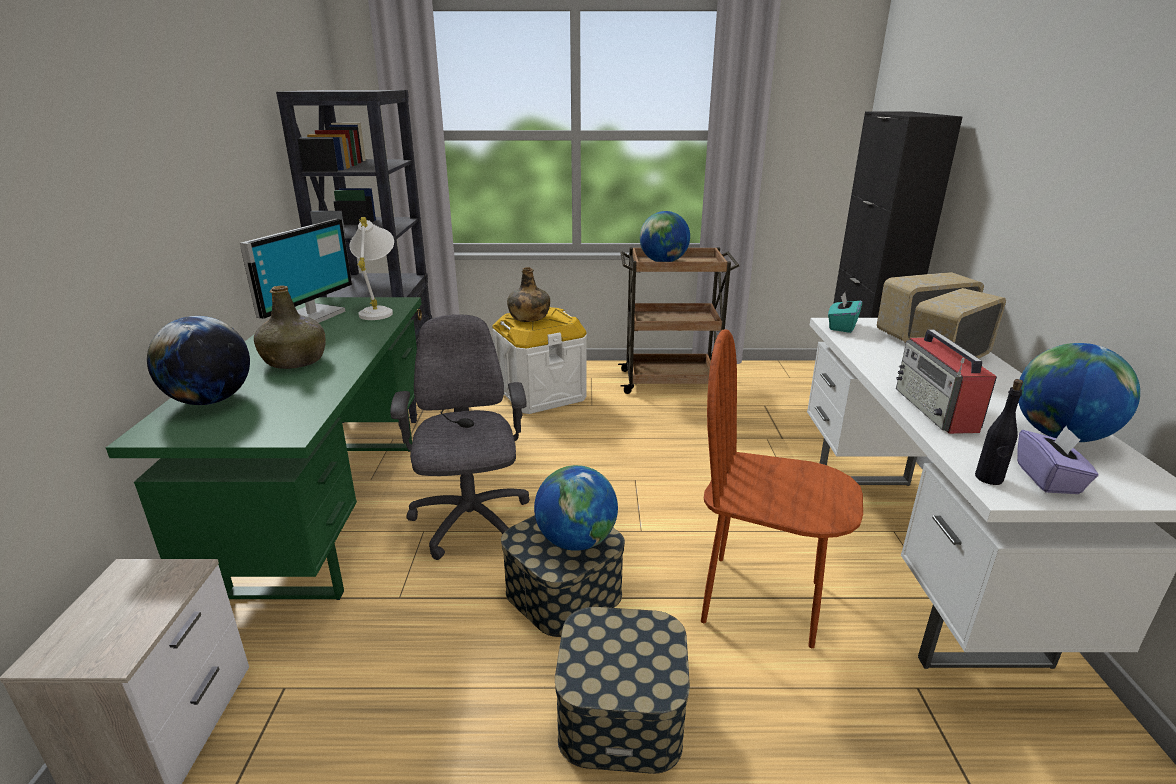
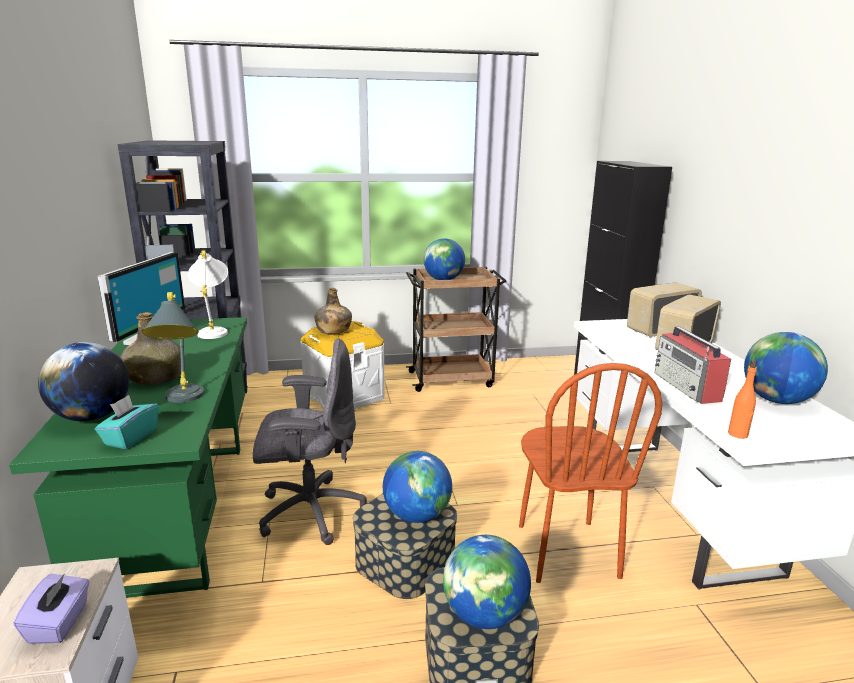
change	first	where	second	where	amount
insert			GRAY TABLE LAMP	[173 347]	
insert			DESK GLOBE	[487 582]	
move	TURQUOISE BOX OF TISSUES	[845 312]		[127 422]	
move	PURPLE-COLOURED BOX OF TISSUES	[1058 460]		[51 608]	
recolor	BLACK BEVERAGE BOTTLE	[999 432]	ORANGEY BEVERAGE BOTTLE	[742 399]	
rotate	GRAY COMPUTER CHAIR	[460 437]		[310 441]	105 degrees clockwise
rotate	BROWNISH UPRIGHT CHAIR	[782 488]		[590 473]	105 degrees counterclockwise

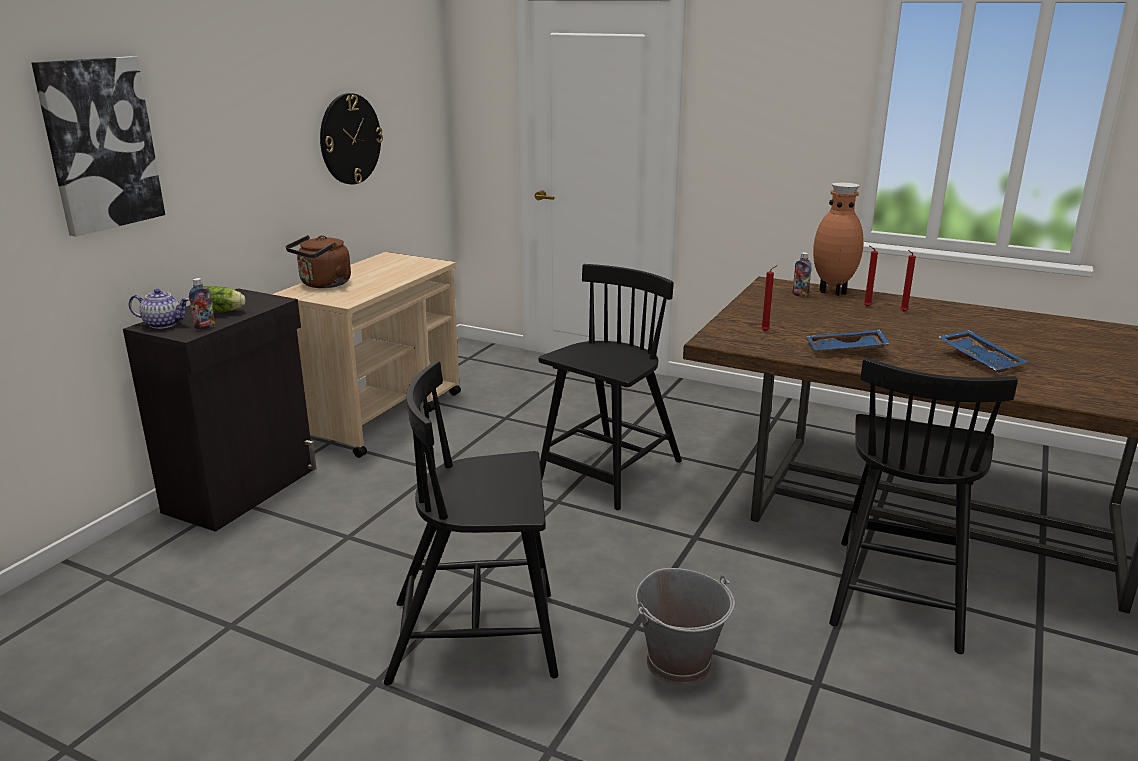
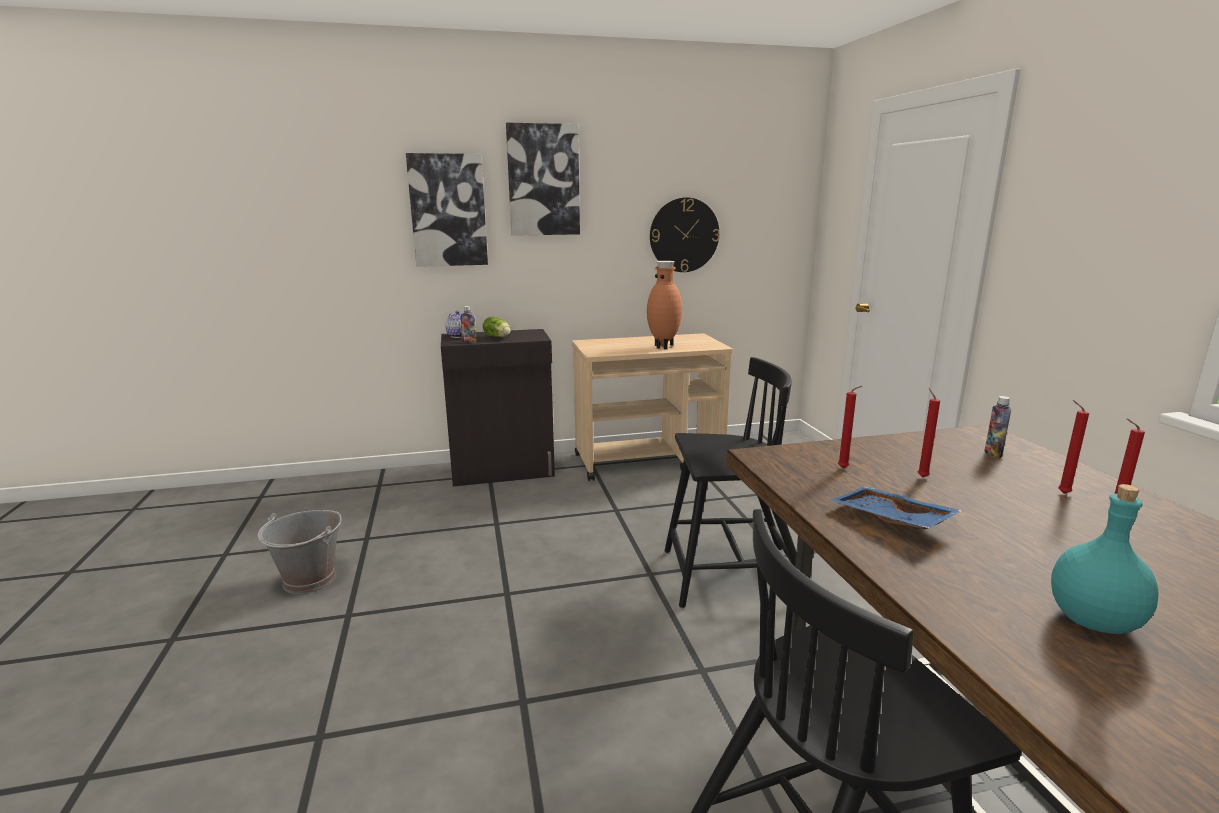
change	first	where	second	where	amount
delete	BROWNISH KETTLE	[318 261]			
delete	BLACK UPRIGHT CHAIR	[471 523]			
insert			WALL PICTURE	[543 179]	
insert			RED-COLOURED CANDLE	[928 432]	
move	GRAY WATER BUCKET	[685 626]		[299 552]	
move	BROWNISH VASE	[838 239]		[664 305]	
replace	BLUE TRAY	[983 351]	TURQUOISE BEVERAGE BOTTLE	[1105 559]	

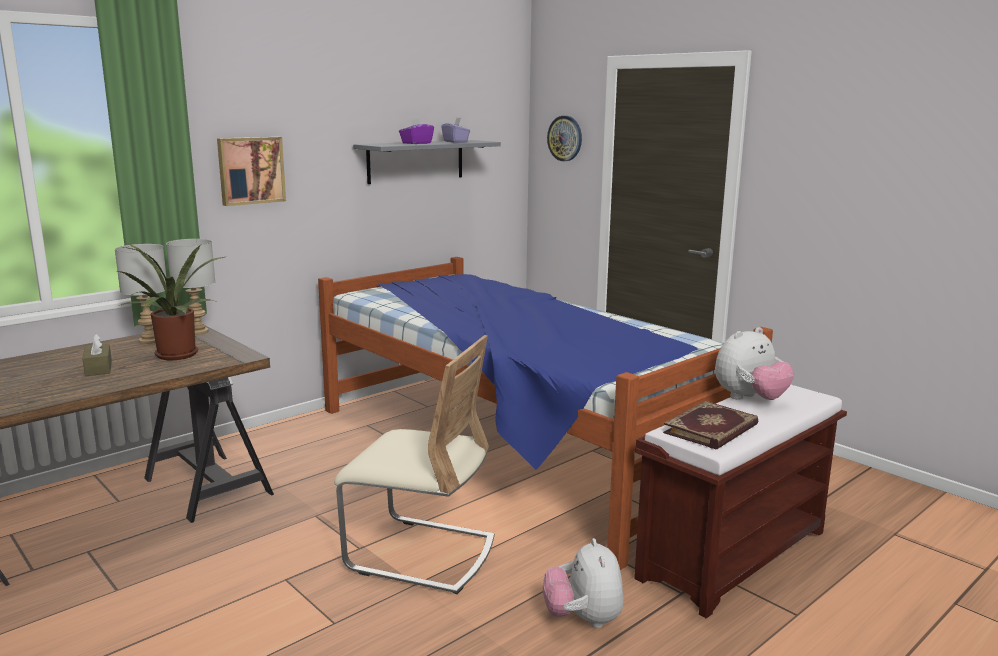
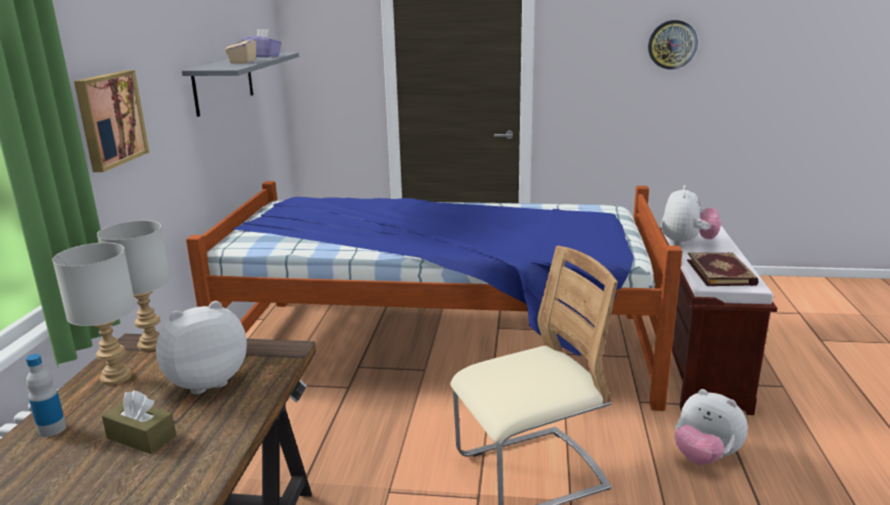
change	first	where	second	where	amount
insert			BEVERAGE BOTTLE	[46 395]	
move	WALL CLOCK	[564 138]		[673 44]	
replace	POTTED PLANT	[172 301]	SOFT TOY	[201 347]	
recolor	PURPLE-COLOURED BOX OF TISSUES	[416 131]	BEIGE BOX OF TISSUES	[240 48]	

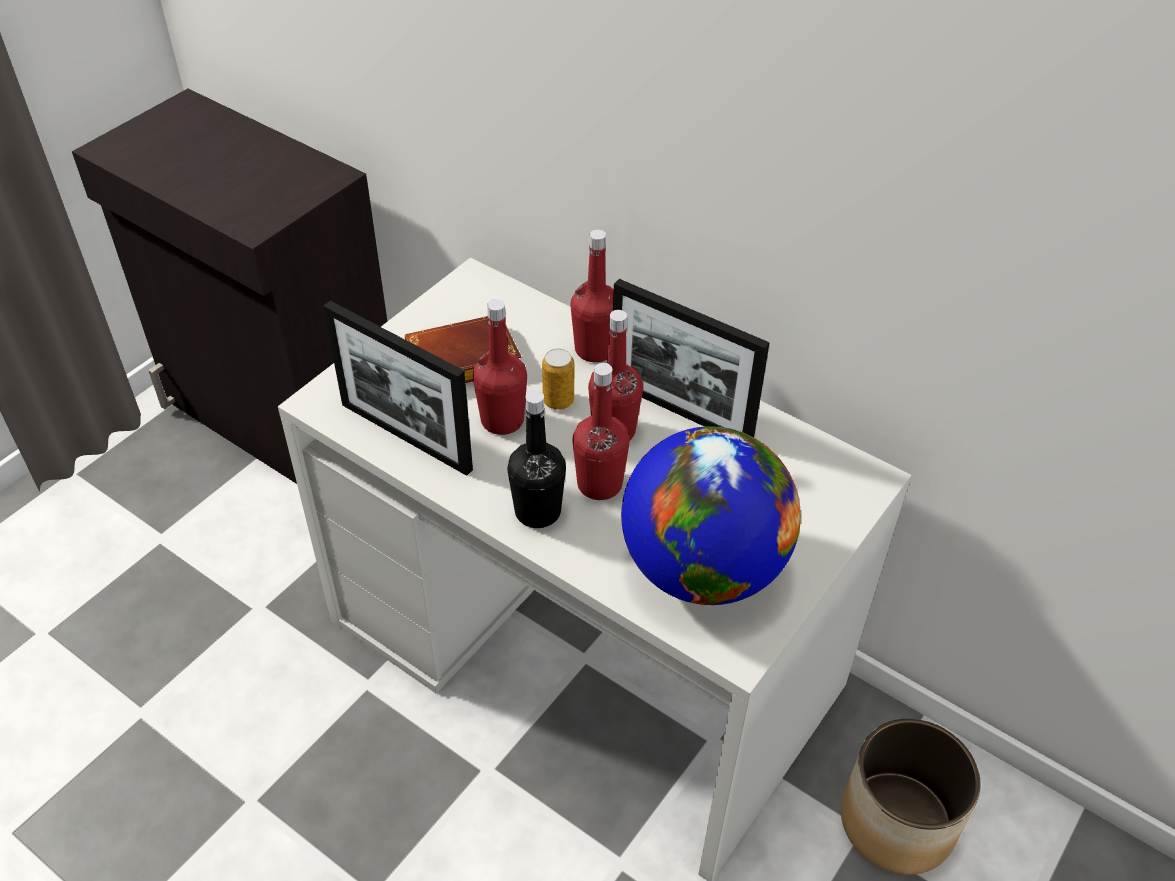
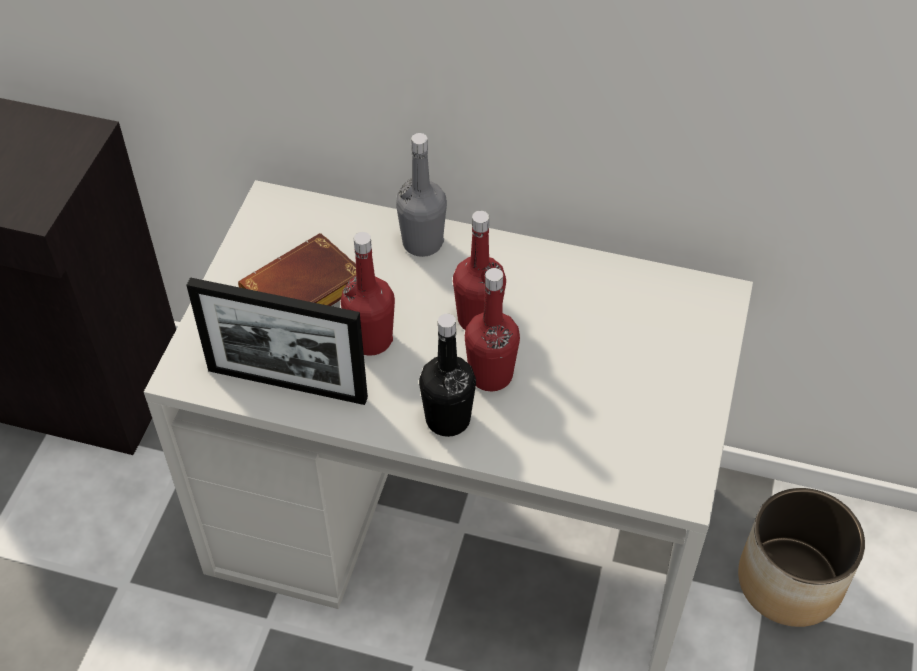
change	first	where	second	where	amount
delete	SEALED CAN	[558 379]			
delete	STANDING FRAME	[691 358]			
delete	DESK GLOBE	[711 515]			
recolor	RED-COLOURED BEVERAGE BOTTLE	[592 296]	GRAY BEVERAGE BOTTLE	[421 195]	

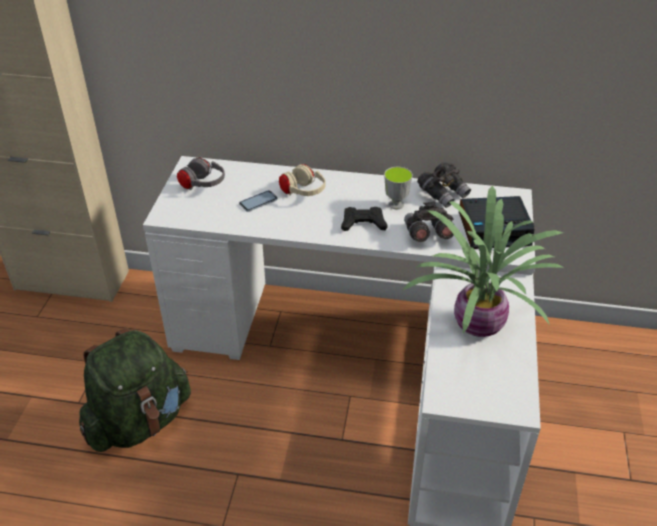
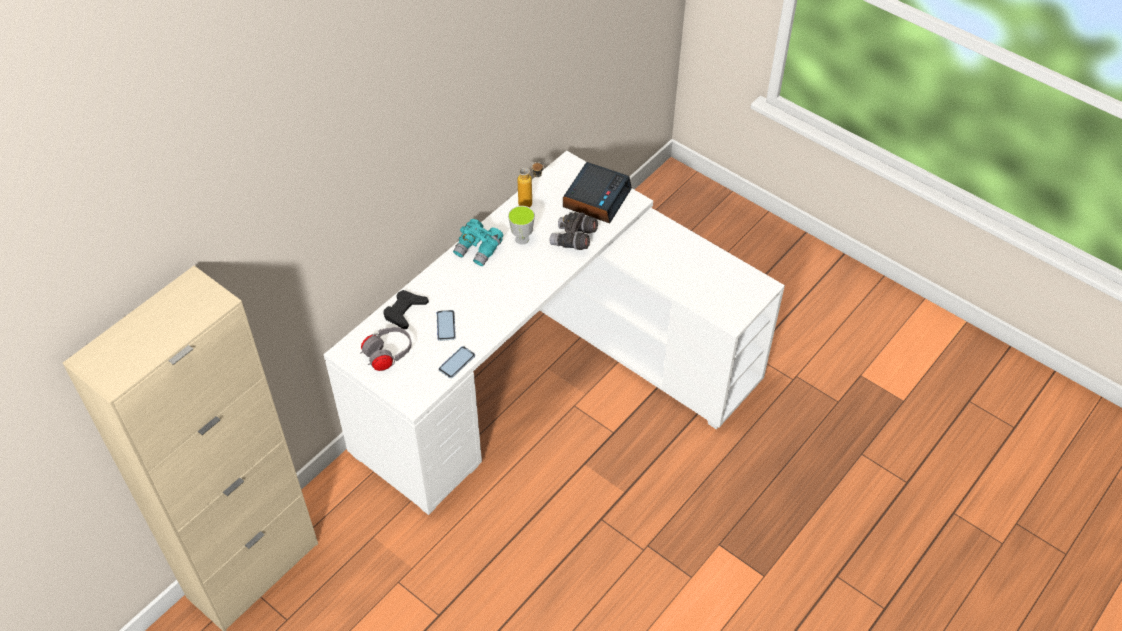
change	first	where	second	where	amount
delete	GREEN-COLOURED BACKPACK	[135 390]			
delete	BEIGE PAIR OF HEADPHONES	[302 180]			
delete	POTTED PLANT	[483 261]			
insert			TELEPHONE	[457 362]	
insert			TURQUOISE FIELD GLASSES	[478 242]	
move	BLACK GAMEPAD	[364 219]		[406 309]	
replace	GRAY FIELD GLASSES	[444 185]	BEVERAGE BOTTLE	[531 184]	

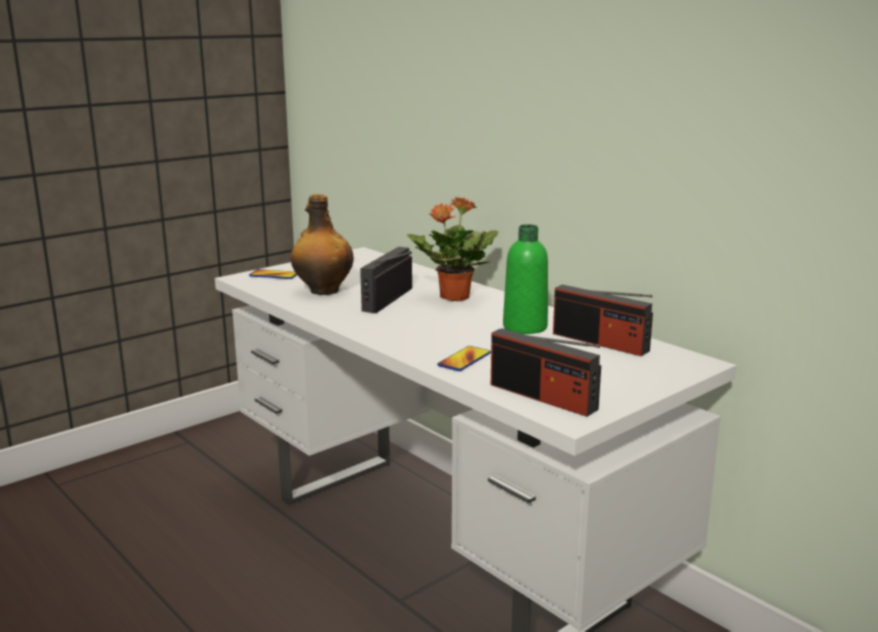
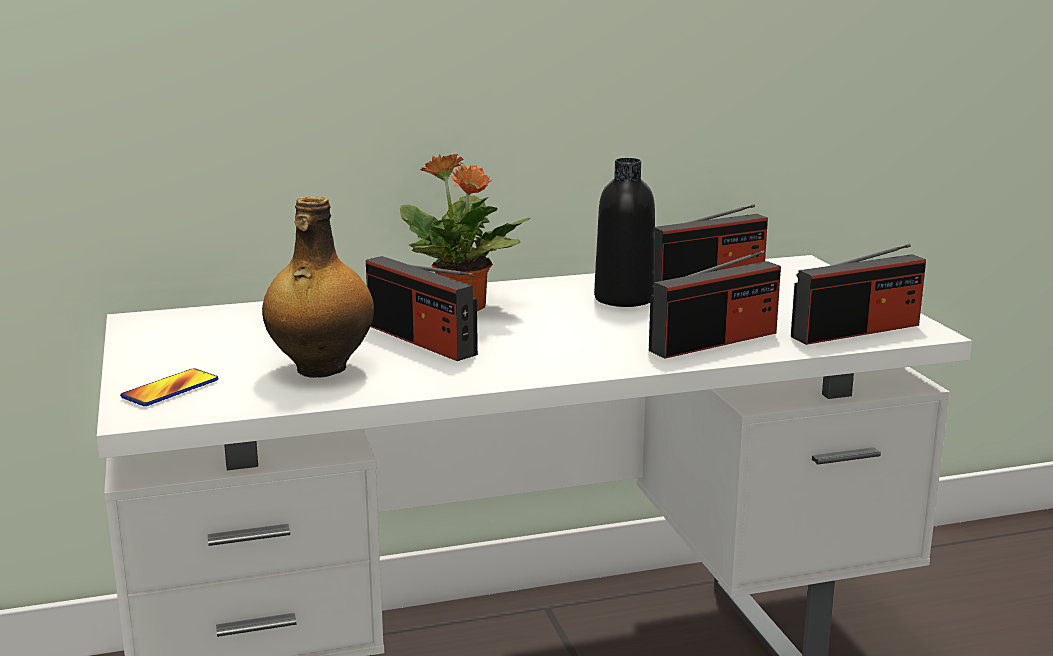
change	first	where	second	where	amount
replace	TELEPHONE	[464 358]	RADIO SET	[715 304]	
recolor	GREEN-COLOURED BEVERAGE BOTTLE	[525 279]	BLACK BEVERAGE BOTTLE	[624 232]	

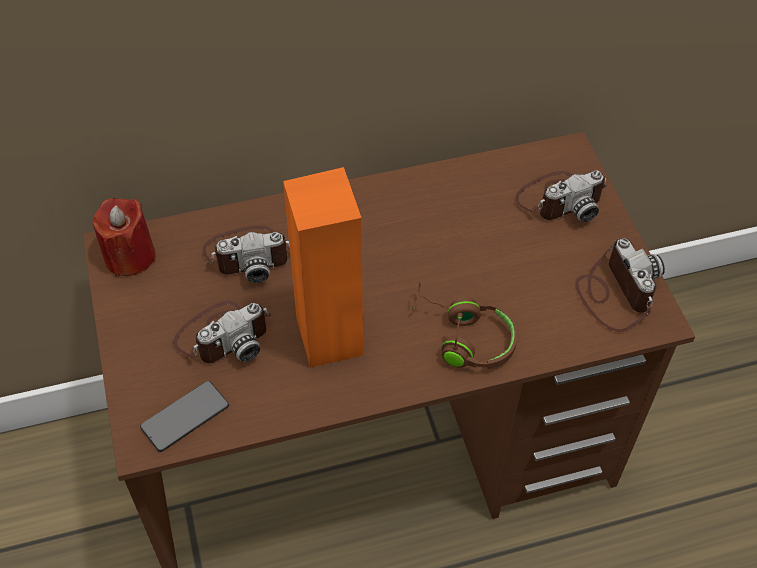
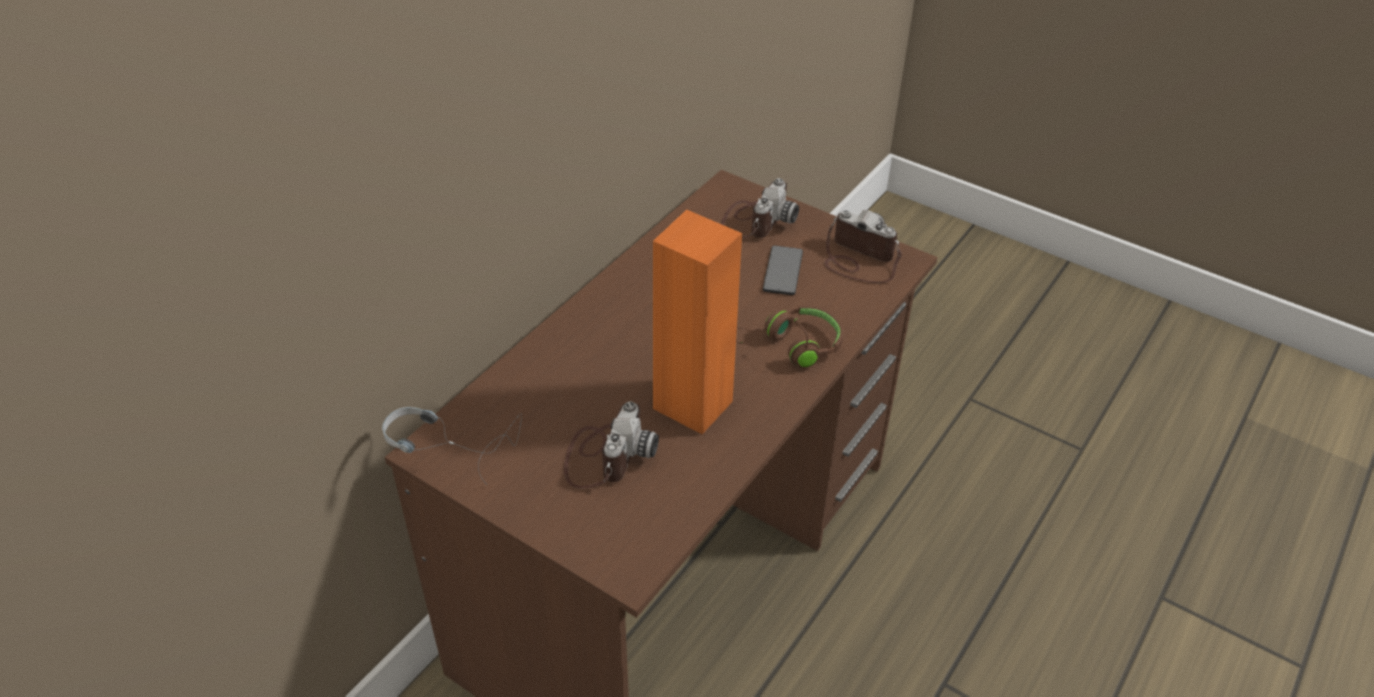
change	first	where	second	where	amount
delete	STILL CAMERA	[246 254]			
move	TELEPHONE	[184 416]		[783 270]	
replace	RED-COLOURED CANDLE	[124 237]	PAIR OF HEADPHONES	[452 445]	

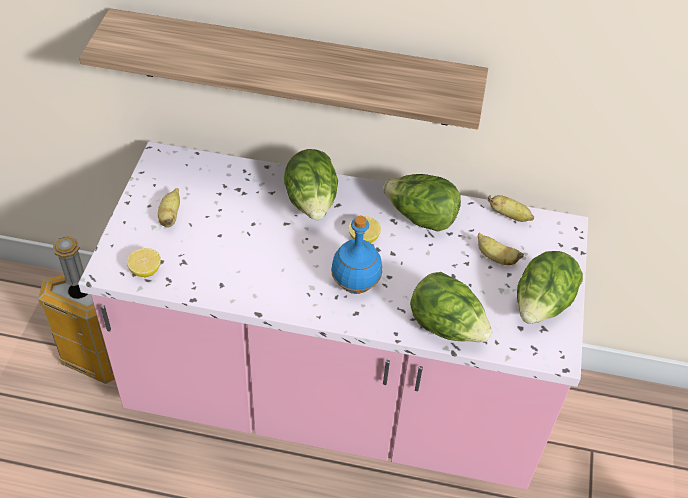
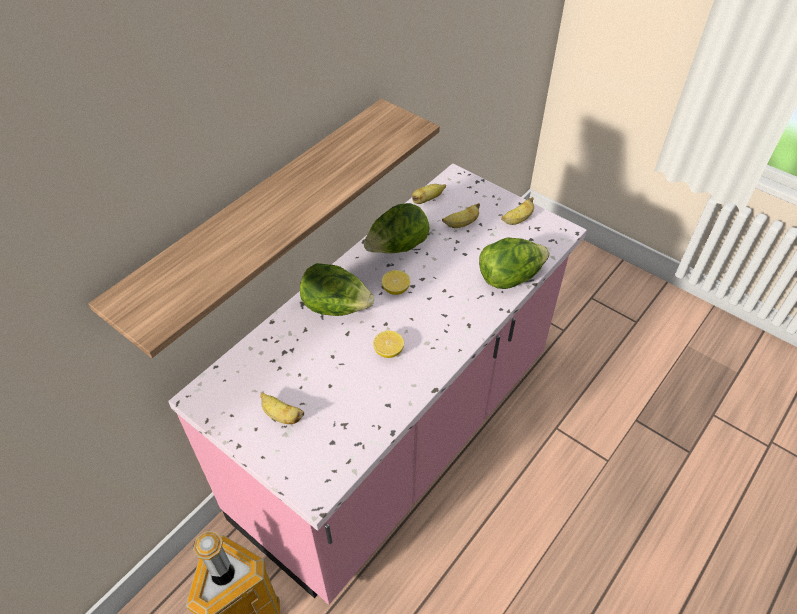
change	first	where	second	where	amount
delete	BLUE BEVERAGE BOTTLE	[356 255]			
move	LEMON	[144 262]		[388 344]	
replace	LETTUCE HEAD	[550 287]	BANANA	[517 211]	

